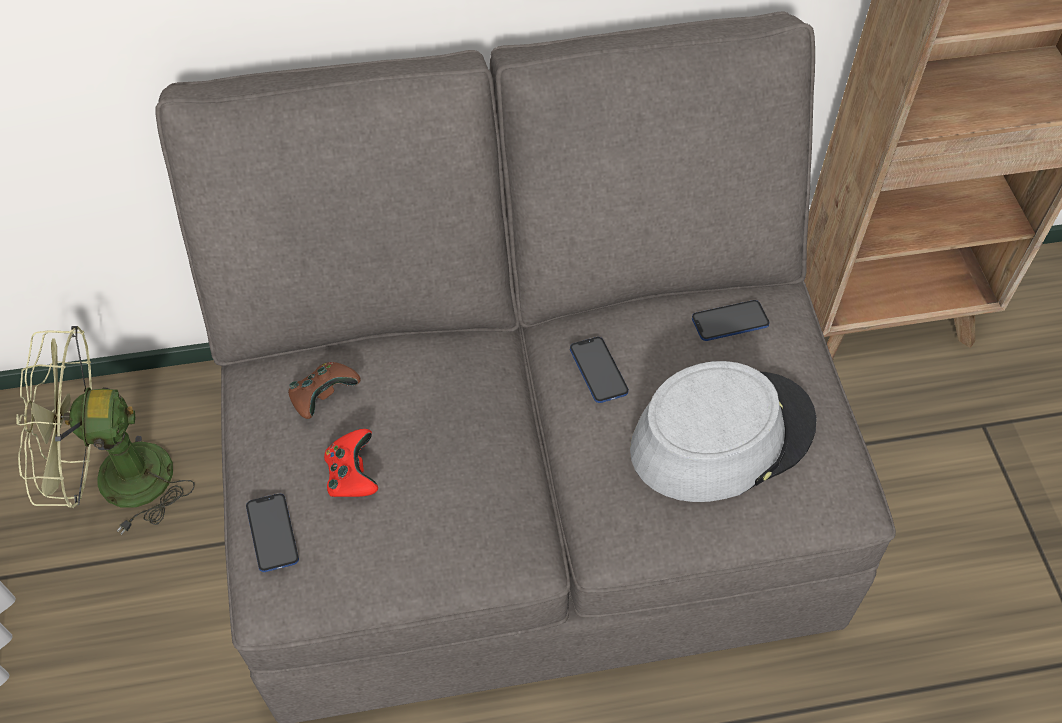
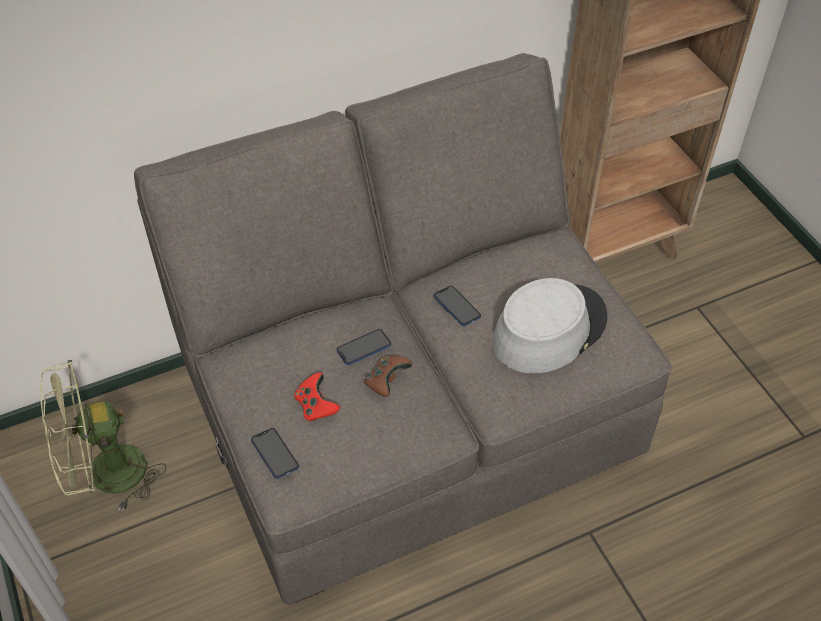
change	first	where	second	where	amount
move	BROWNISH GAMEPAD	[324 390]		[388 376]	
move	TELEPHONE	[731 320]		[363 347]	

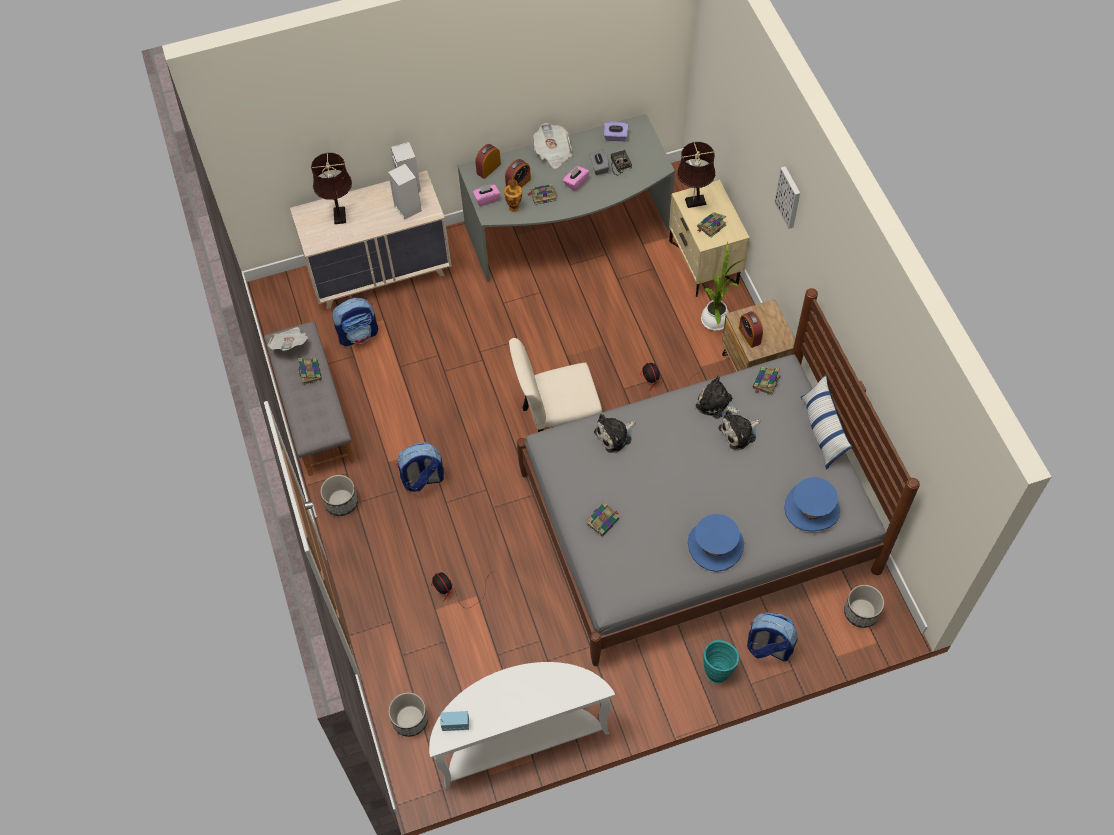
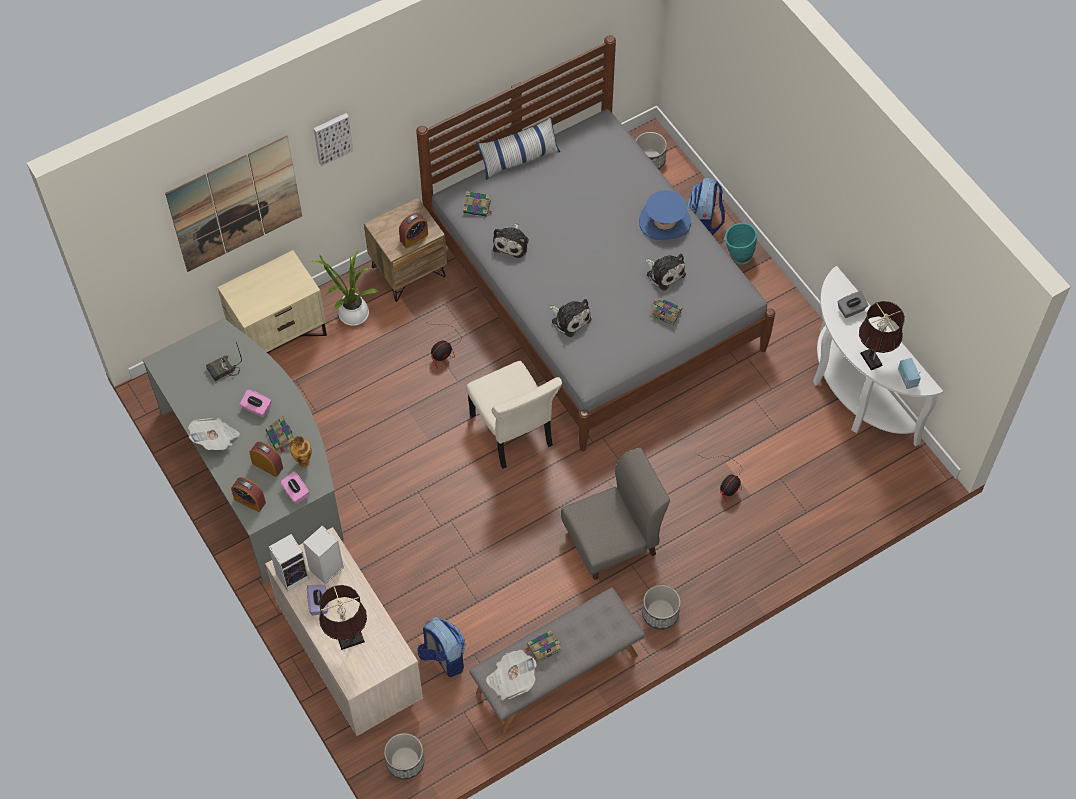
change	first	where	second	where	amount
delete	BOOK	[711 225]			
delete	BLUE CLOTHING HAT	[812 504]			
insert			WALL PICTURE	[233 204]	
move	PLANTER	[408 714]		[404 756]	
move	GRAY BOX OF TISSUES	[599 161]		[853 304]	
move	PURPLE-COLOURED BOX OF TISSUES	[616 131]		[317 600]	
move	BROWNISH TABLE LAMP	[696 175]		[882 335]	
move	SOFT TOY	[739 430]		[665 272]	
replace	BACKPACK	[420 467]	GRAY UPRIGHT CHAIR	[615 514]	

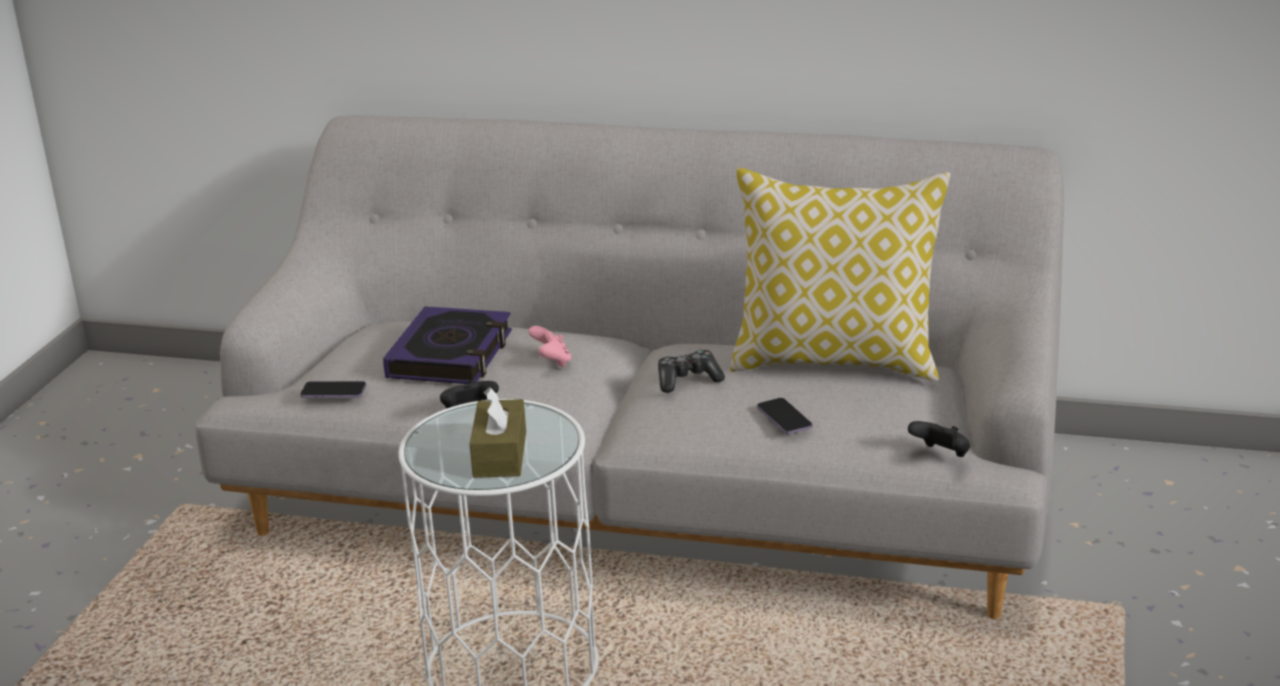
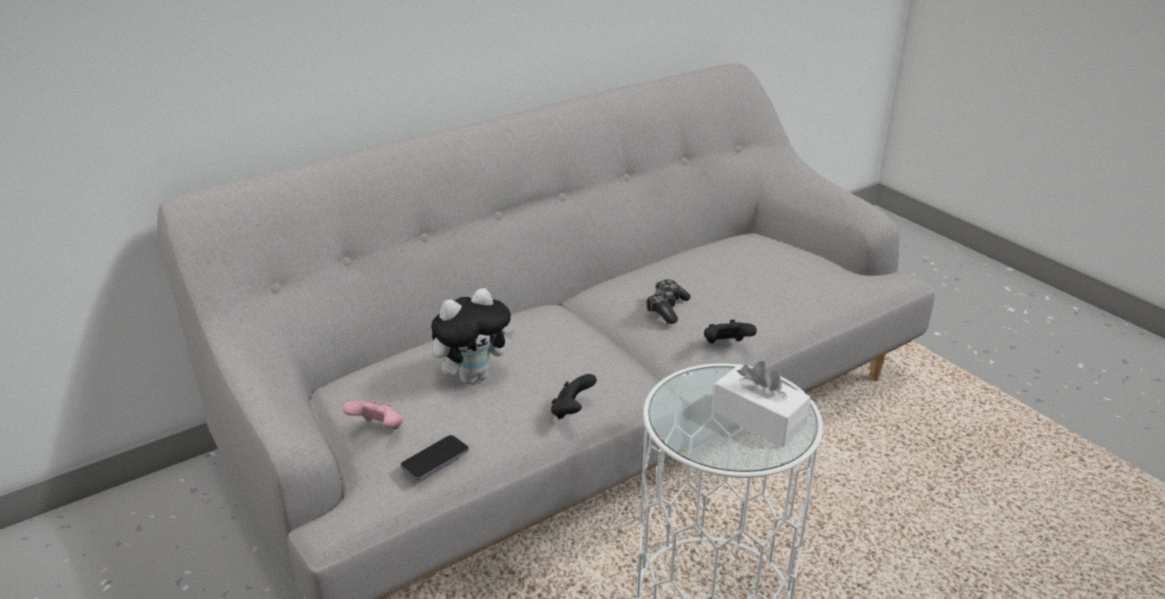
change	first	where	second	where	amount
delete	CUSHION	[840 274]			
delete	TELEPHONE	[784 416]			
move	PINK GAMEPAD	[549 346]		[373 415]	
move	BLACK GAMEPAD	[939 439]		[730 332]	
replace	BOOK	[447 345]	SOFT TOY	[472 336]	
recolor	BROWNISH BOX OF TISSUES	[498 432]	WHITE BOX OF TISSUES	[761 404]	

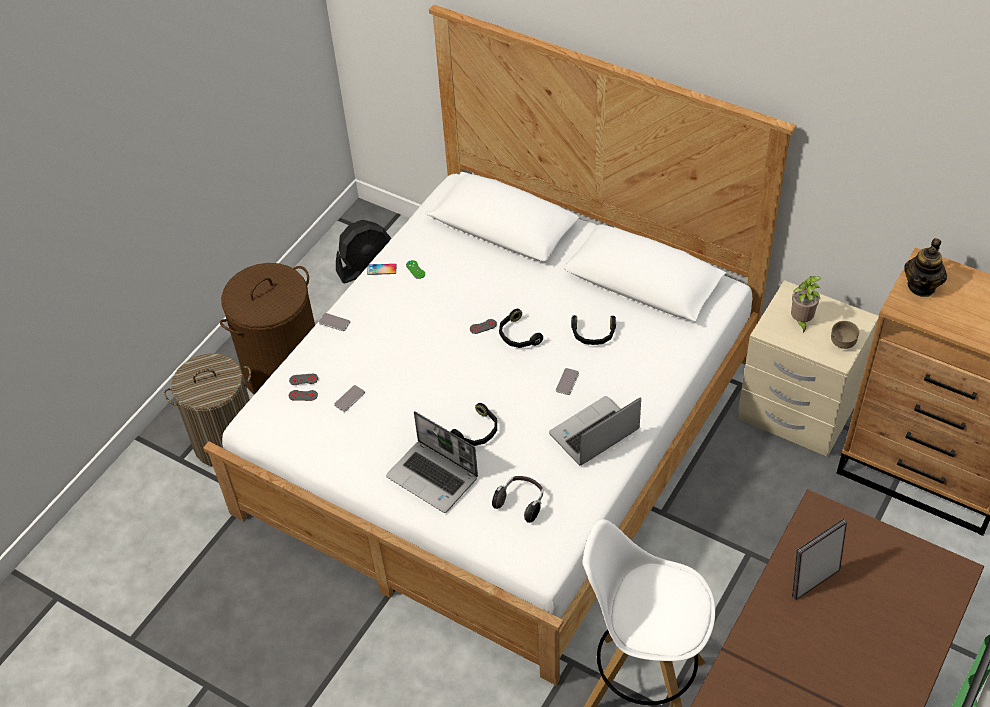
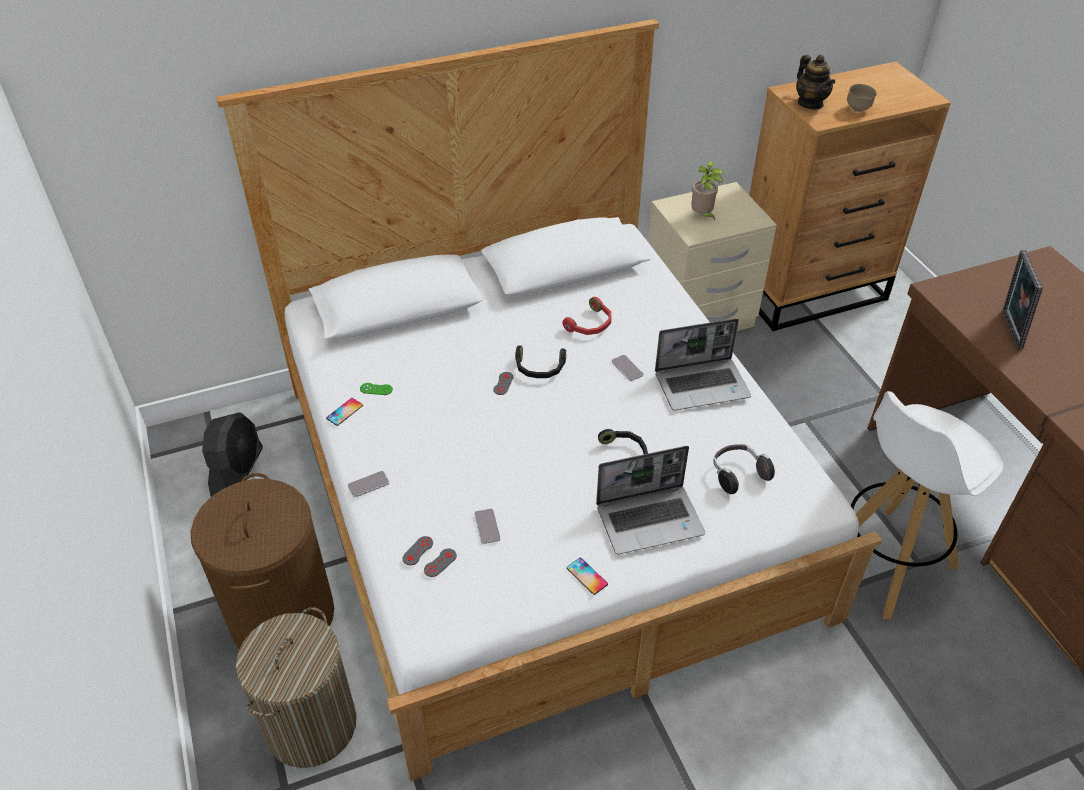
change	first	where	second	where	amount
insert			TELEPHONE	[587 576]	
move	BROWNISH DEEP DISH	[845 335]		[862 98]	
recolor	BLACK PAIR OF HEADPHONES	[593 330]	RED-COLOURED PAIR OF HEADPHONES	[586 316]	
rotate	NOTEBOOK COMPUTER	[595 431]		[703 364]	105 degrees counterclockwise

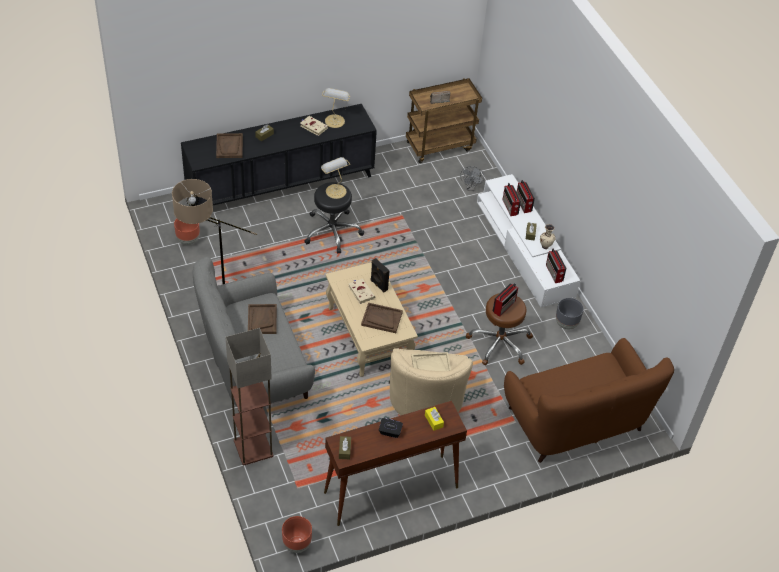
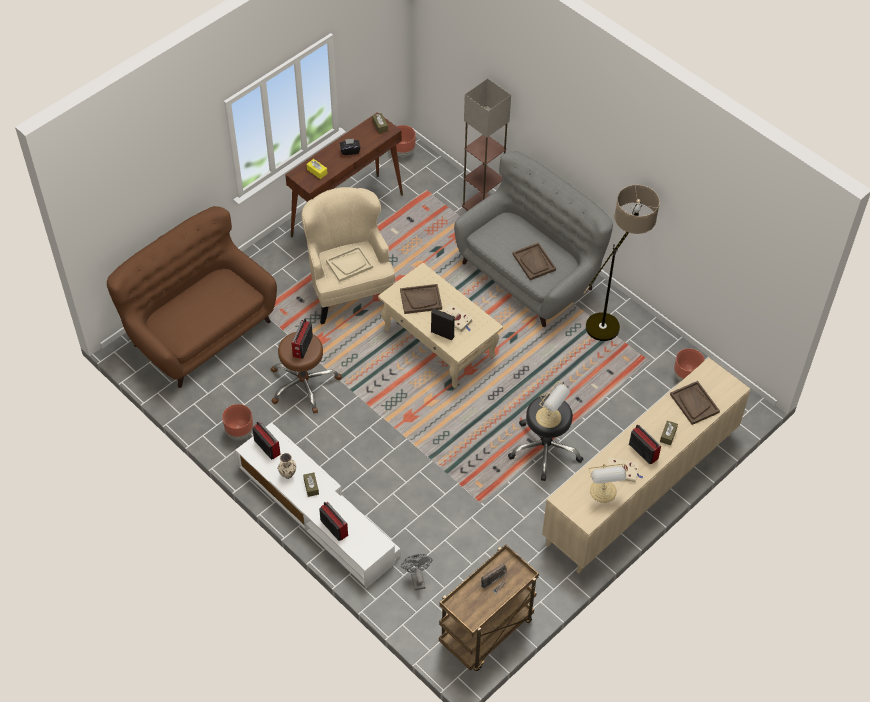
change	first	where	second	where	amount
move	RADIO SET	[511 199]		[645 444]	
recolor	BLACK STORAGE CABINET	[279 155]	BEIGE STORAGE CABINET	[646 465]	
recolor	GRAY PLANTER	[570 313]	BROWNISH PLANTER	[237 422]	

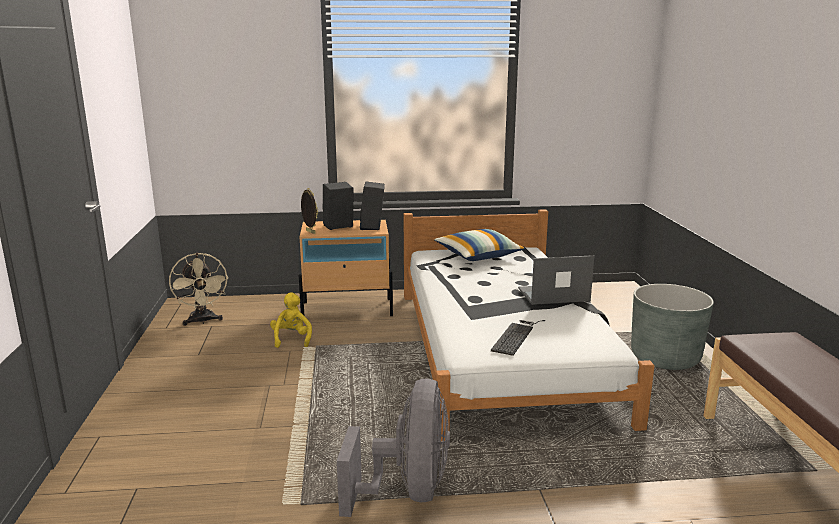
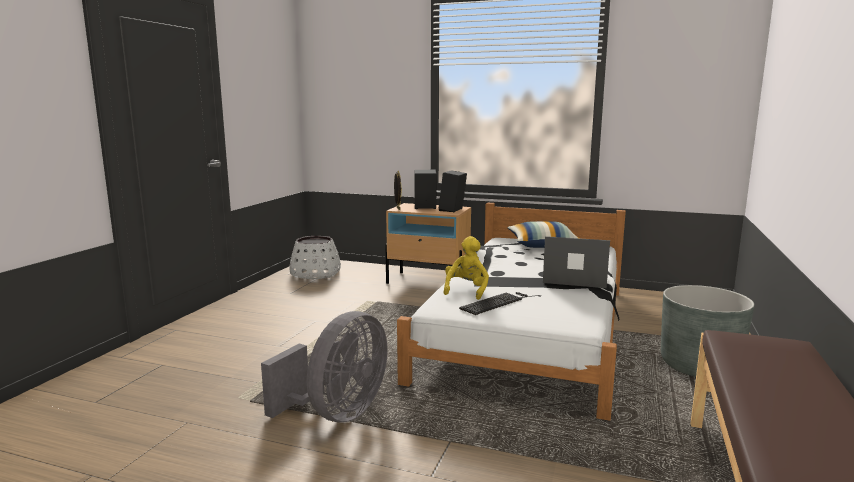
change	first	where	second	where	amount
move	YELLOW-COLOURED SOFT TOY	[291 320]		[466 268]	
replace	BEIGE COOLING FAN	[198 289]	WHITE PLANTER	[315 257]	

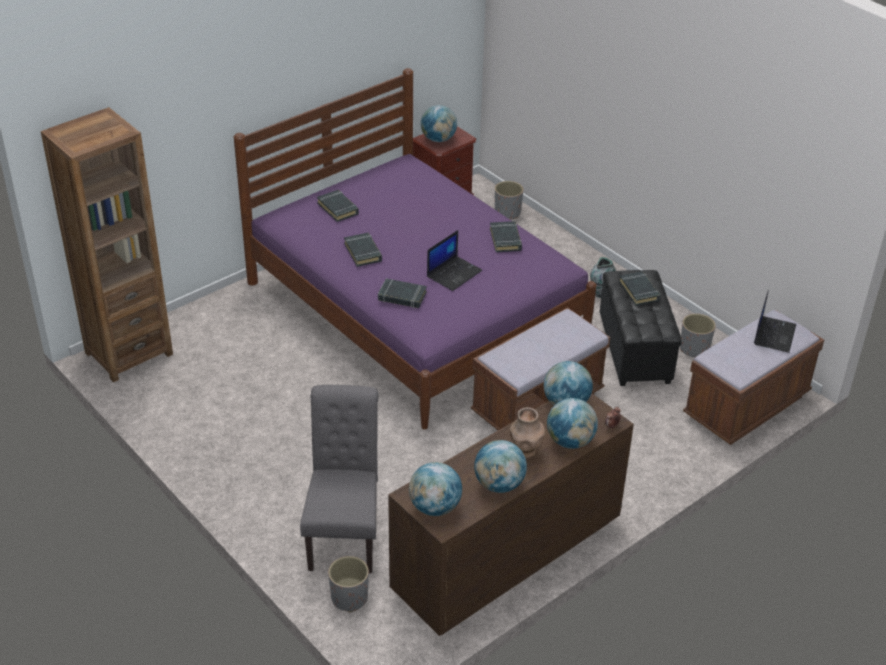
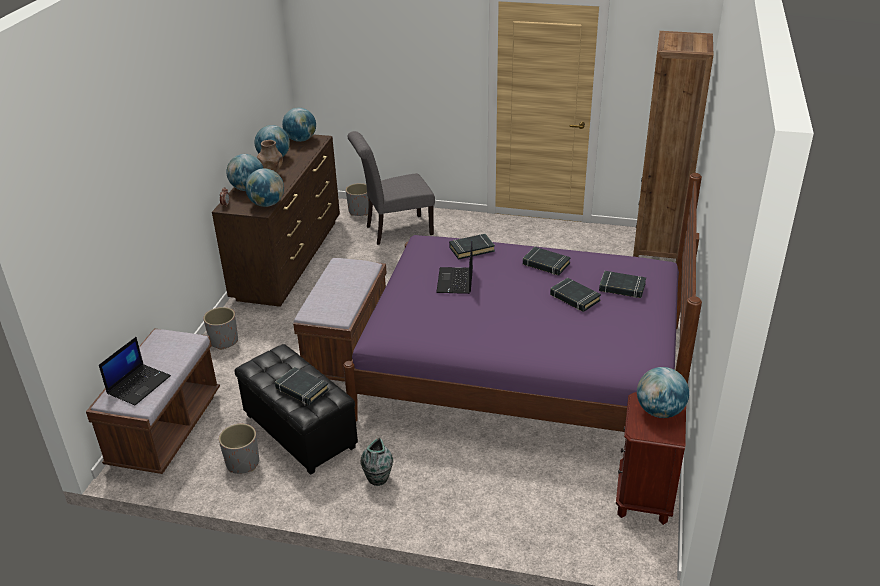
change	first	where	second	where	amount
move	BLACK BOOK	[506 236]		[575 295]	
move	GRAY PLANTER	[509 200]		[220 328]	
rotate	GRAY UPRIGHT CHAIR	[339 479]		[391 188]	105 degrees clockwise
rotate	NOTEBOOK COMPUTER	[775 321]		[135 371]	135 degrees counterclockwise

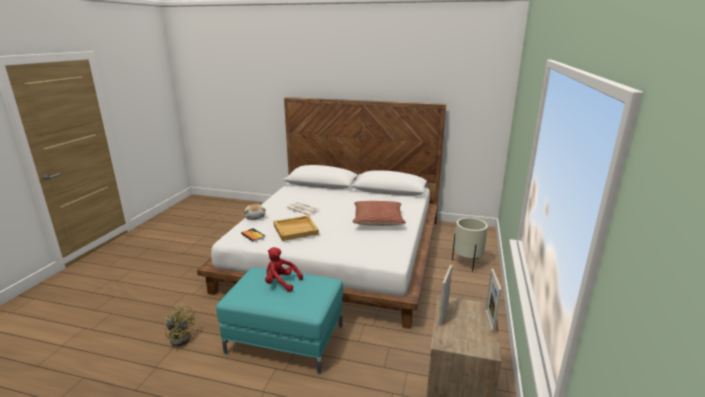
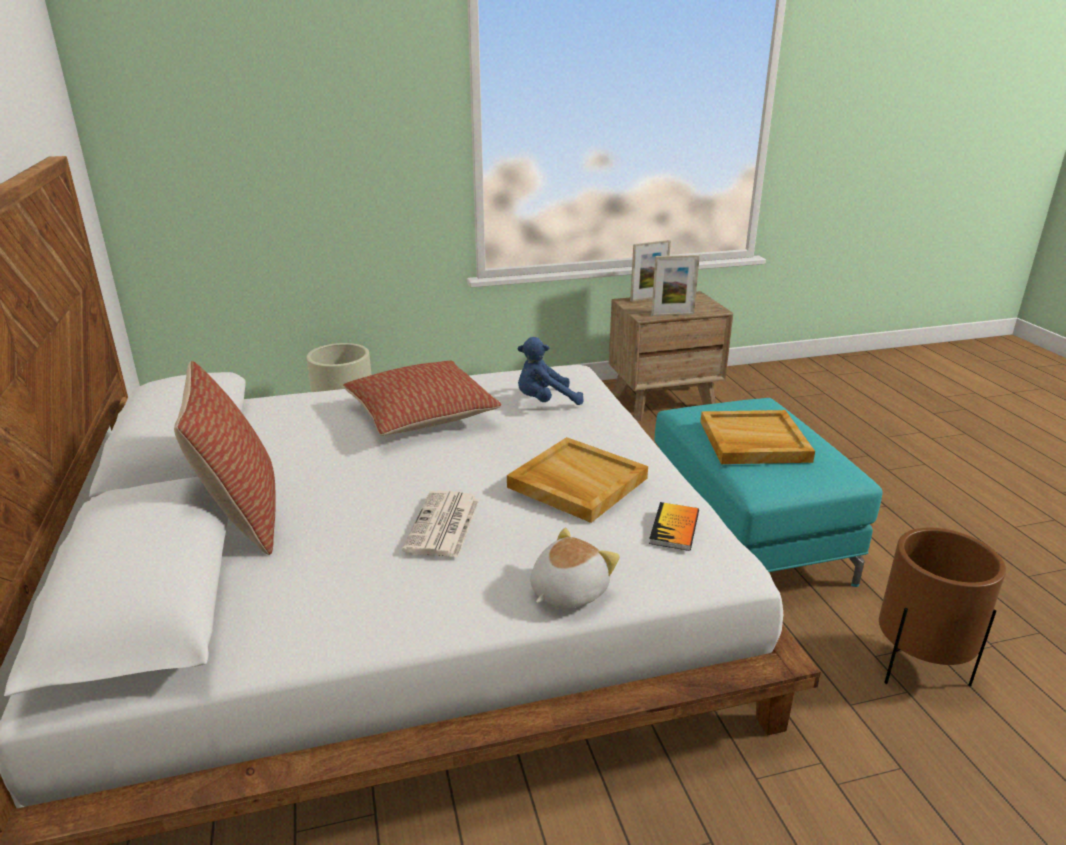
change	first	where	second	where	amount
insert			CUSHION	[224 458]	
insert			BLUE SOFT TOY	[551 371]	
replace	YELLOW-COLOURED COOLING FAN	[180 325]	BROWNISH PLANTER	[942 607]	
replace	RED-COLOURED SOFT TOY	[284 269]	BEIGE TRAY	[757 437]	

